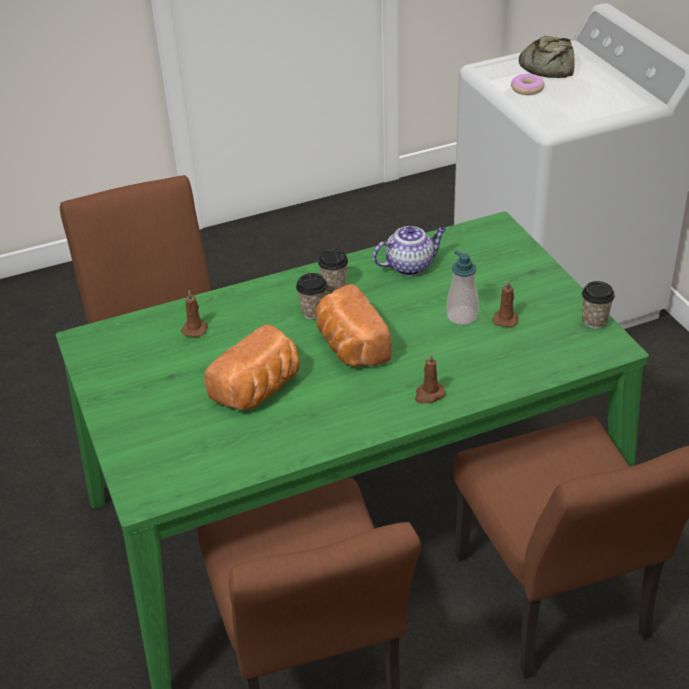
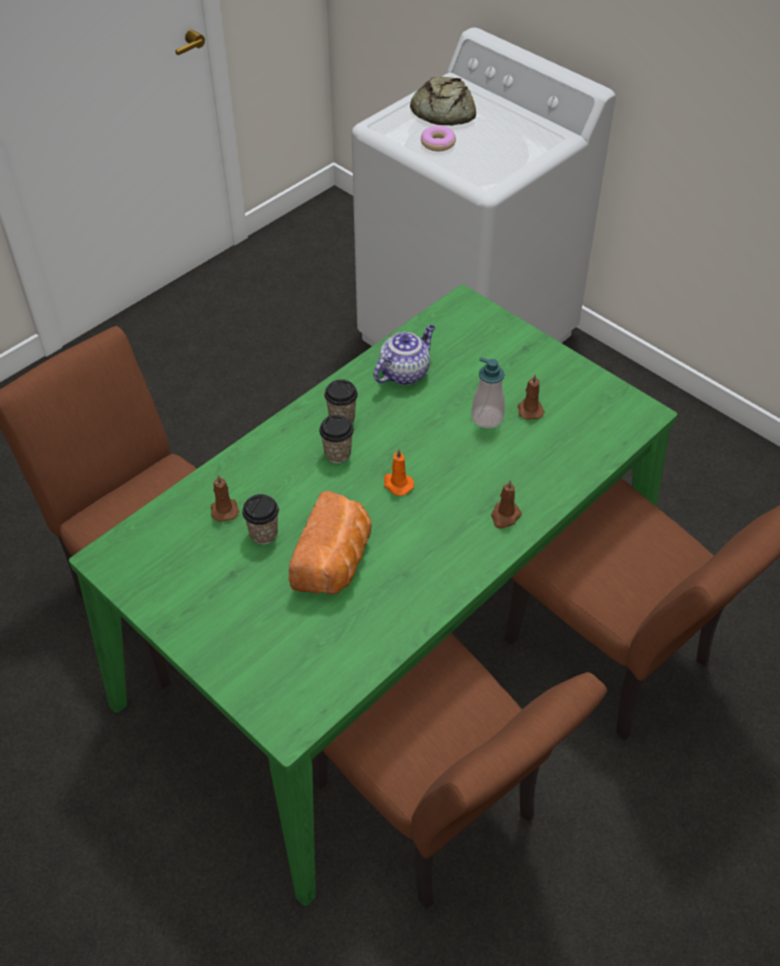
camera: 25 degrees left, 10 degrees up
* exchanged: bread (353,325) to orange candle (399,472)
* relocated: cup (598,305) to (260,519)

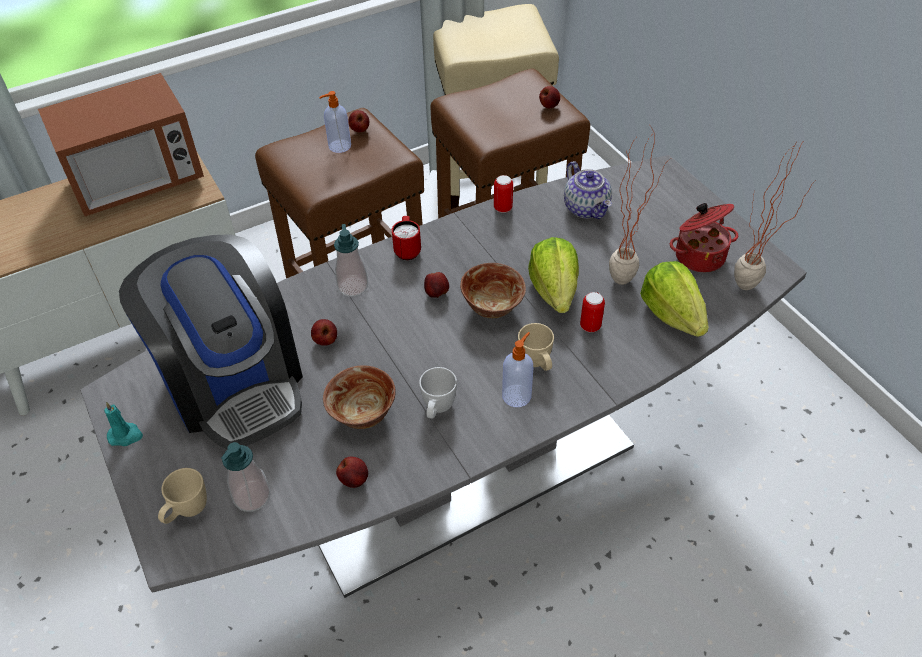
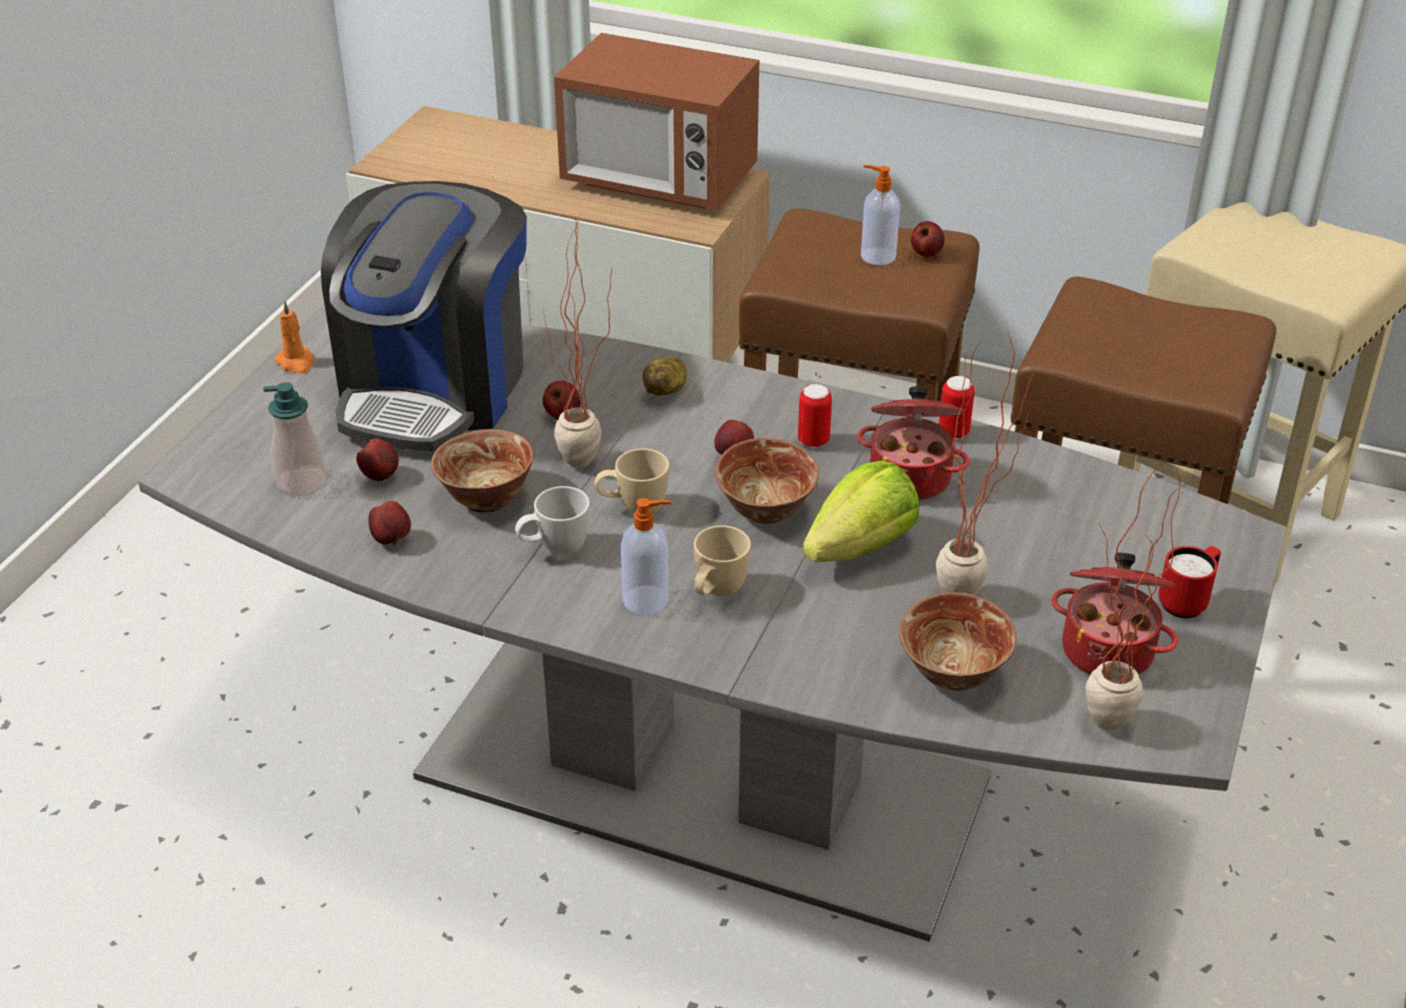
camera: 50 degrees right, 10 degrees down
* colour: turquoise candle (123,424) to orange candle (294,337)
* relocated: beige mug (182,496) to (632,481)
* exchanged: soap dispenser (351,260) to potato (664,376)
* relocated: red mug (406,238) to (1189,582)
* relocated: apple (549,97) to (377,459)
* missing: teapot (588,190)
* relocated: can (592,312) to (815,415)
* exchanged: lettuce (674,299) to bowl (958,641)
* appeared: potted plant (577,341)
* appeared: cooking pot (913,443)

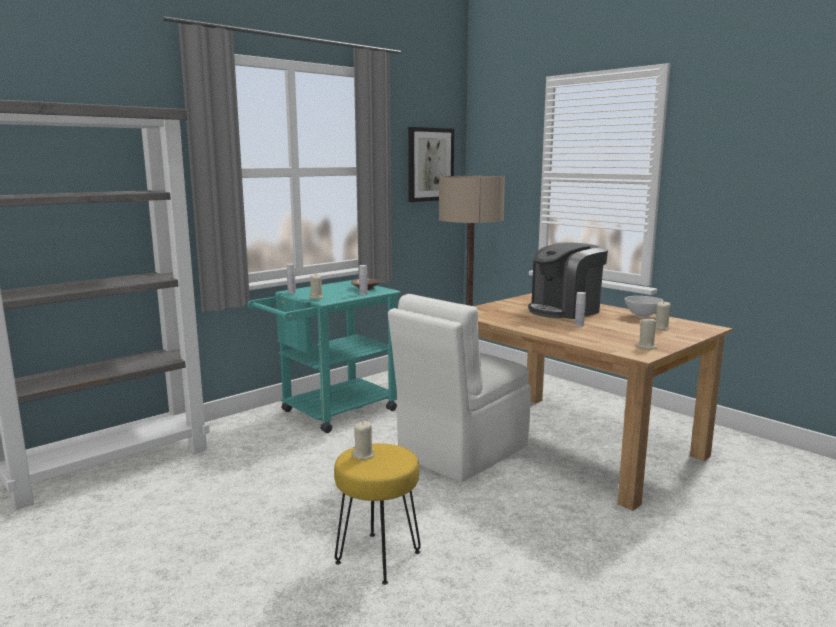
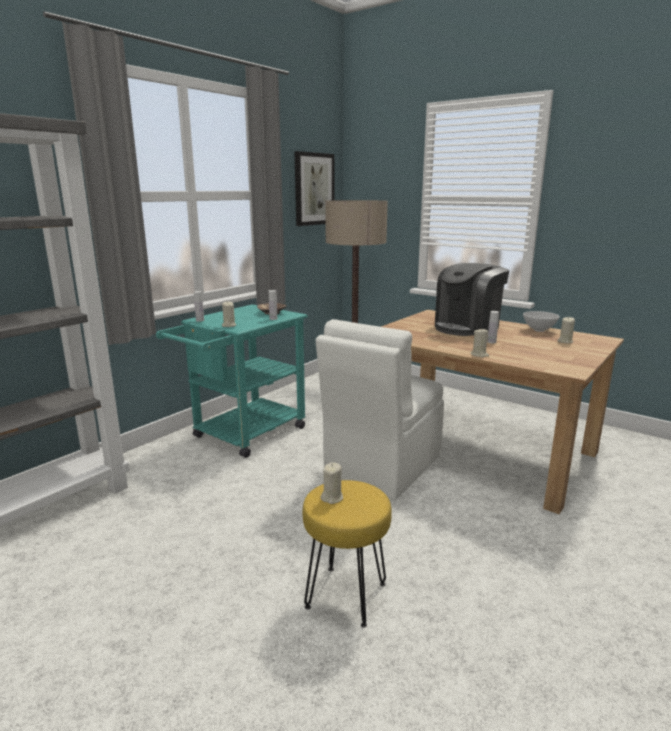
camera: 10 degrees left, 5 degrees up
* relocated: beige candle (647,334) to (480,342)

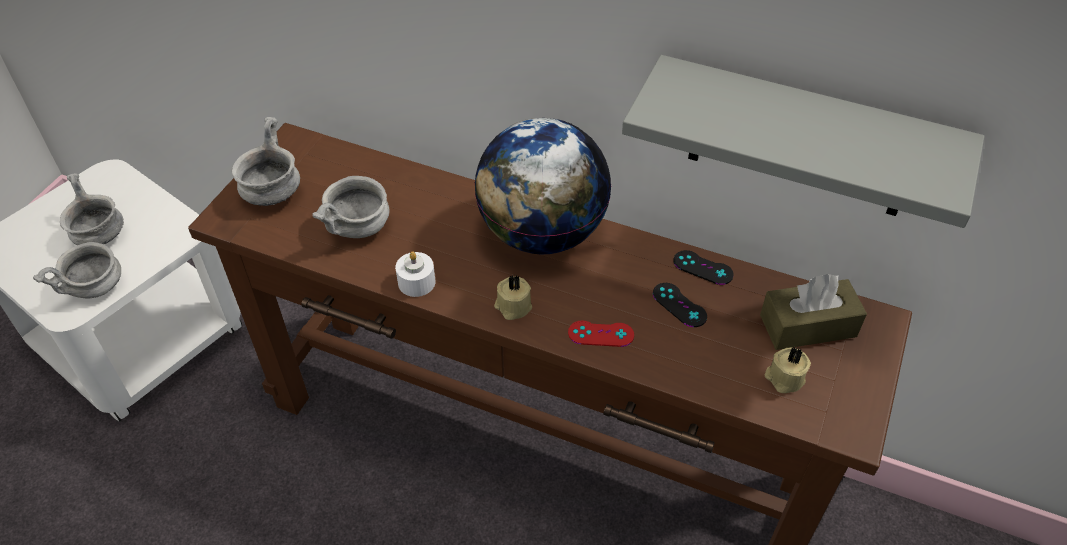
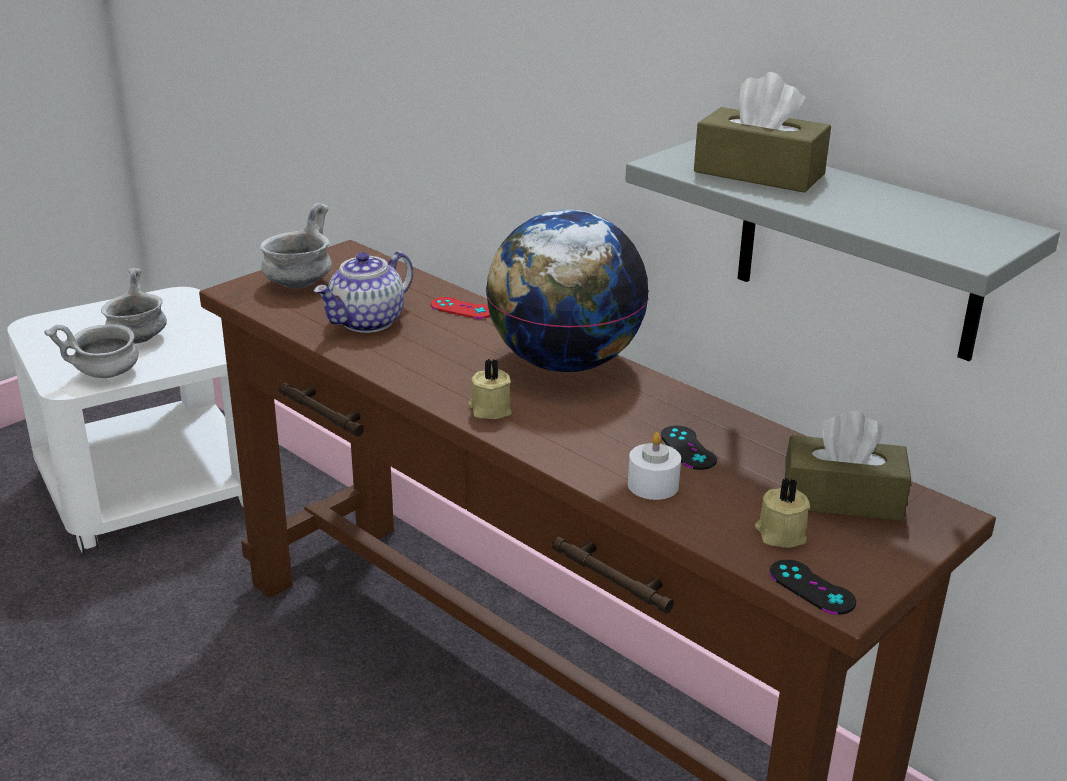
camera: 20 degrees right, 20 degrees down
* exchanged: grey bowl (351,207) to teapot (363,292)
* relocated: white candle (415,274) to (654,466)
* relocated: red game controller (601,334) to (461,308)
* relocated: black game controller (703,267) to (812,587)
* appeared: brown tissue box (762,132)

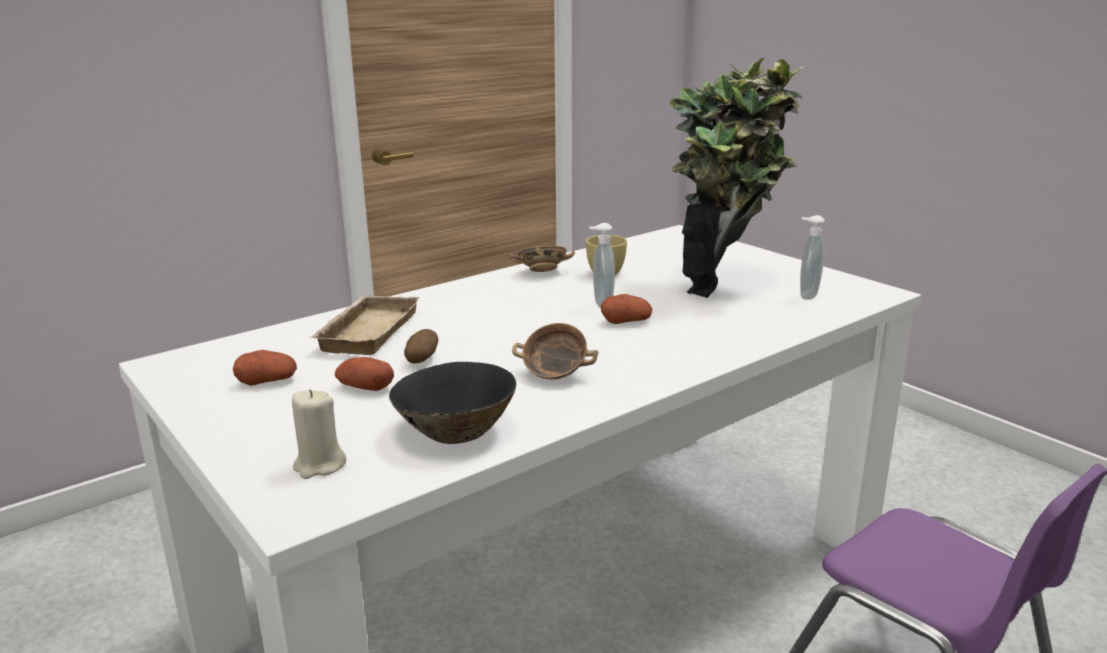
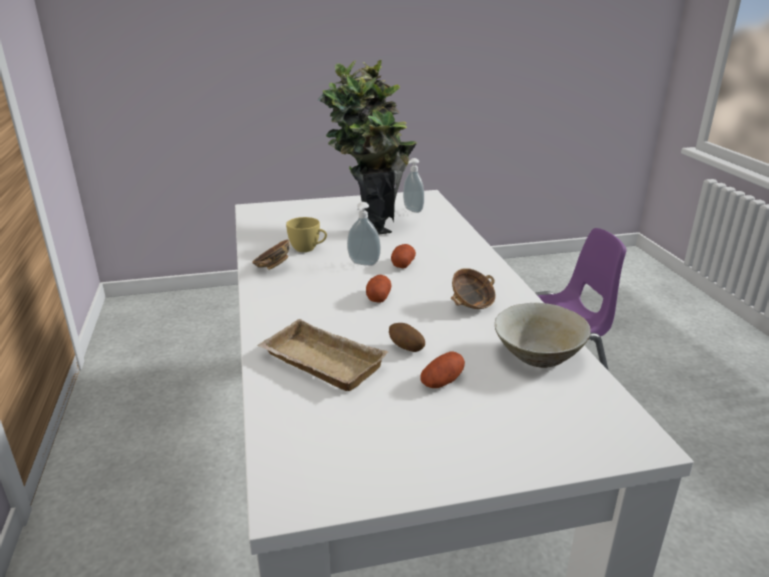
camera: 65 degrees left, 5 degrees up
* relocated: potato (265,368) to (379,289)
* missing: beige candle (319,434)
* colour: black bowl (452,403) to beige bowl (543,335)

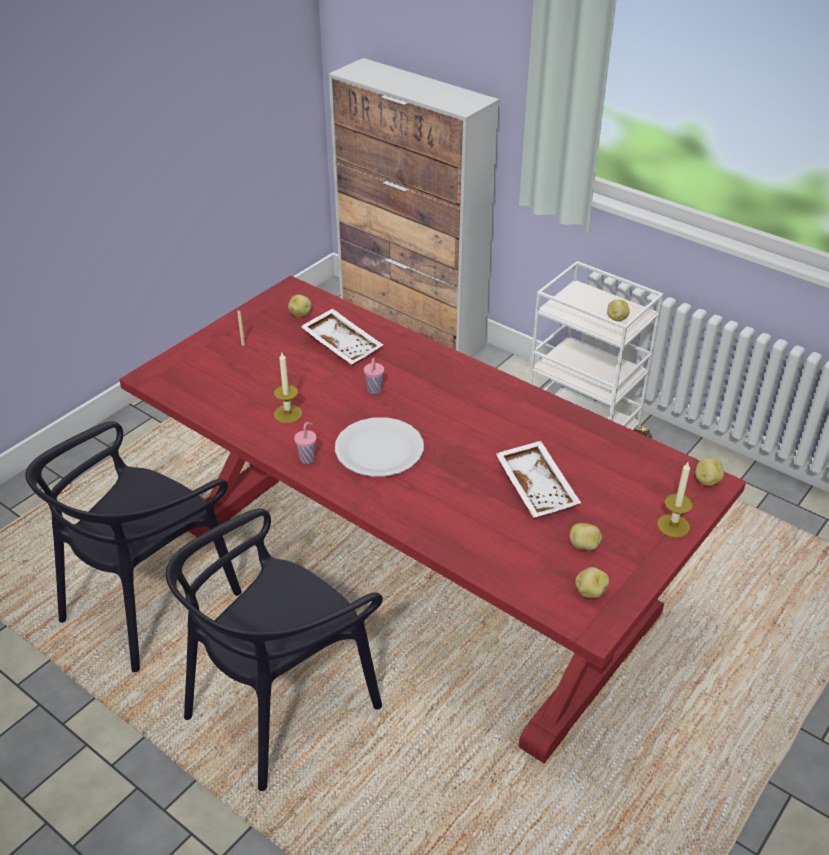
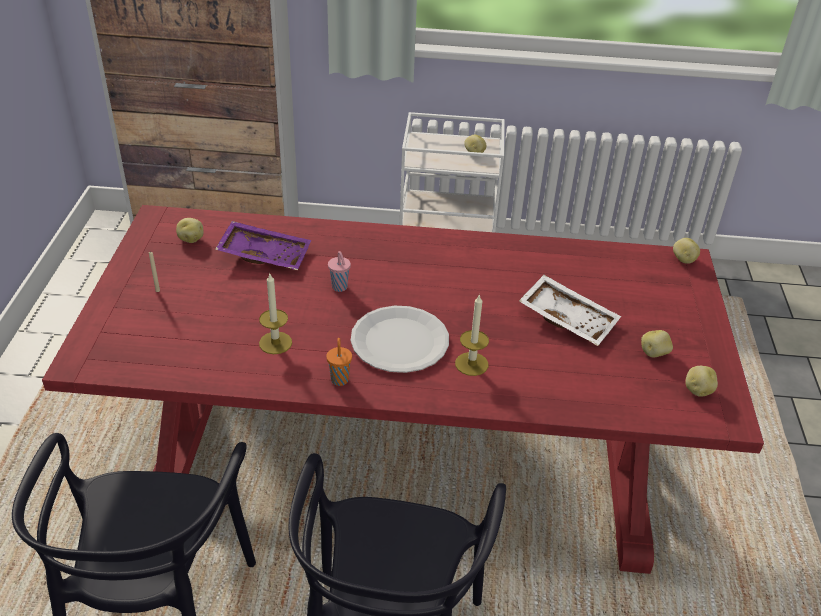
camera: 35 degrees left, 0 degrees up
* colour: pink cup (305,443) to orange cup (339,362)
* colour: white tray (341,336) to purple tray (263,245)
* relocated: candle (675,500) to (472,335)

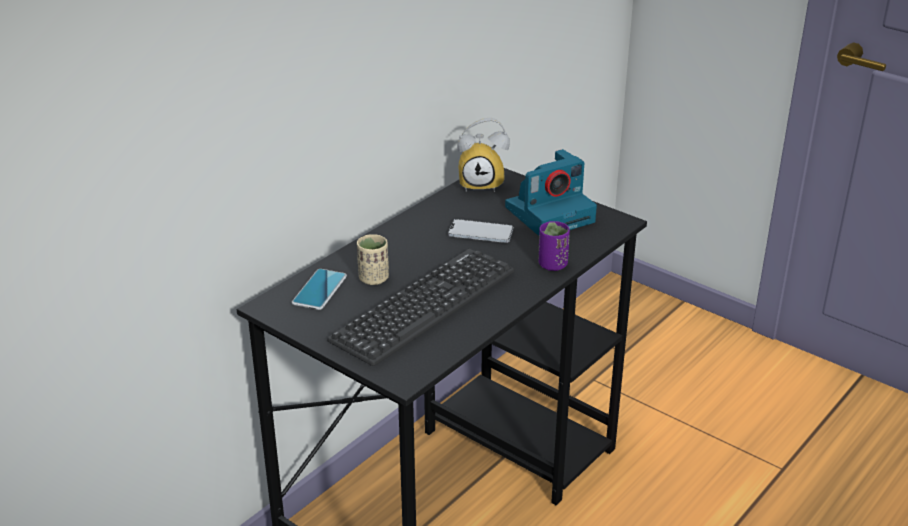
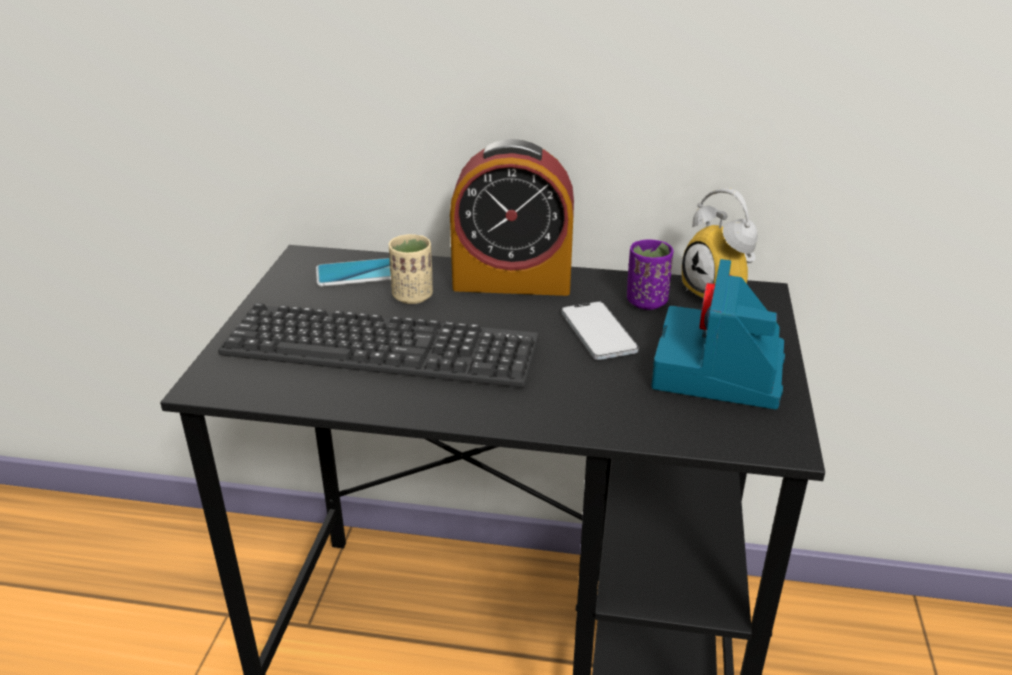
camera: 60 degrees right, 0 degrees up
* spun: photo camera (551,192) = (718,334) 75 degrees clockwise
* relocated: purple cup (554,246) to (650,274)
* appeared: alarm clock (512,217)

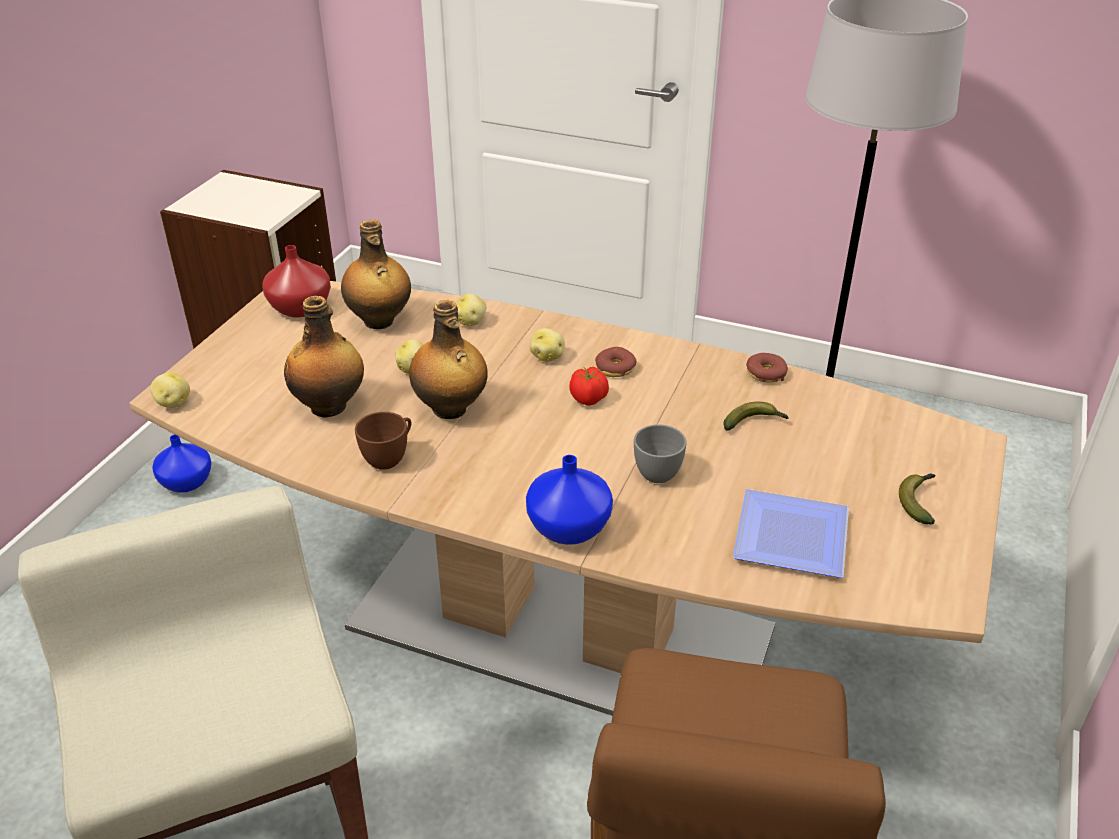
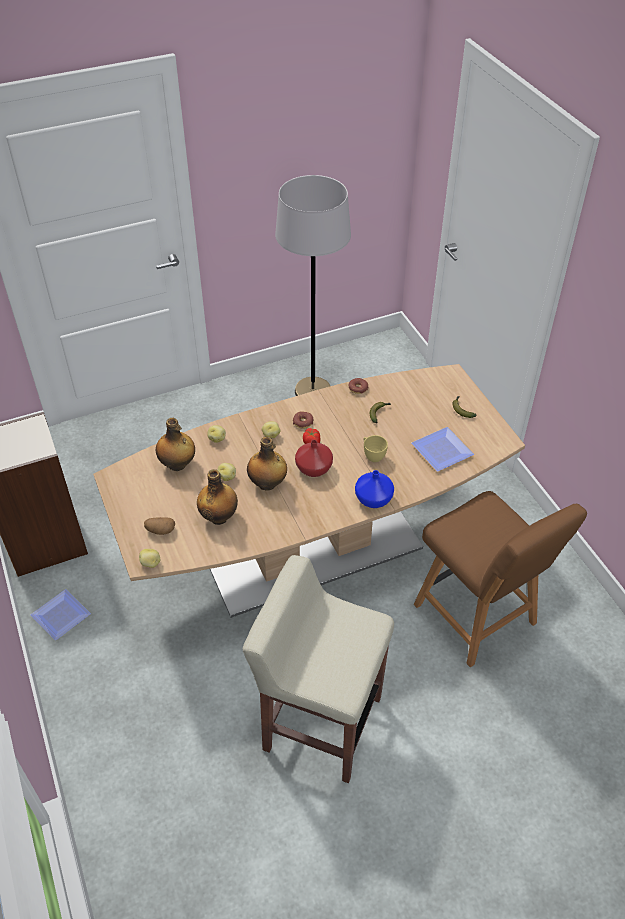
camera: 45 degrees left, 10 degrees up
* exchanged: blue vase (182,464) to plate (61,614)
* relocated: red vase (296,281) to (314,458)
* missing: brown cup (383,441)
* colour: grey cup (660,453) to yellow cup (375,448)
* appeared: potato (159,526)

